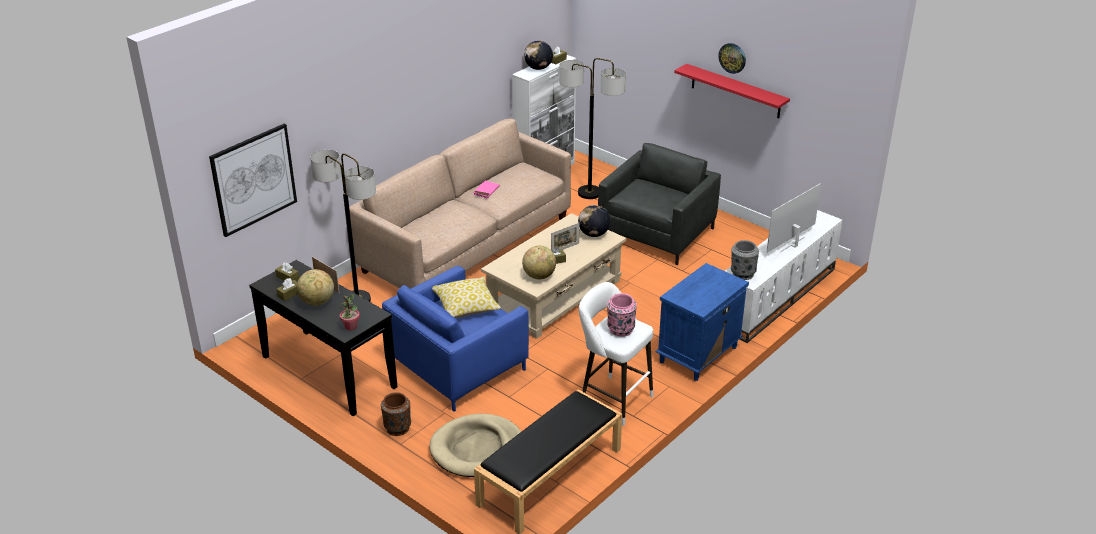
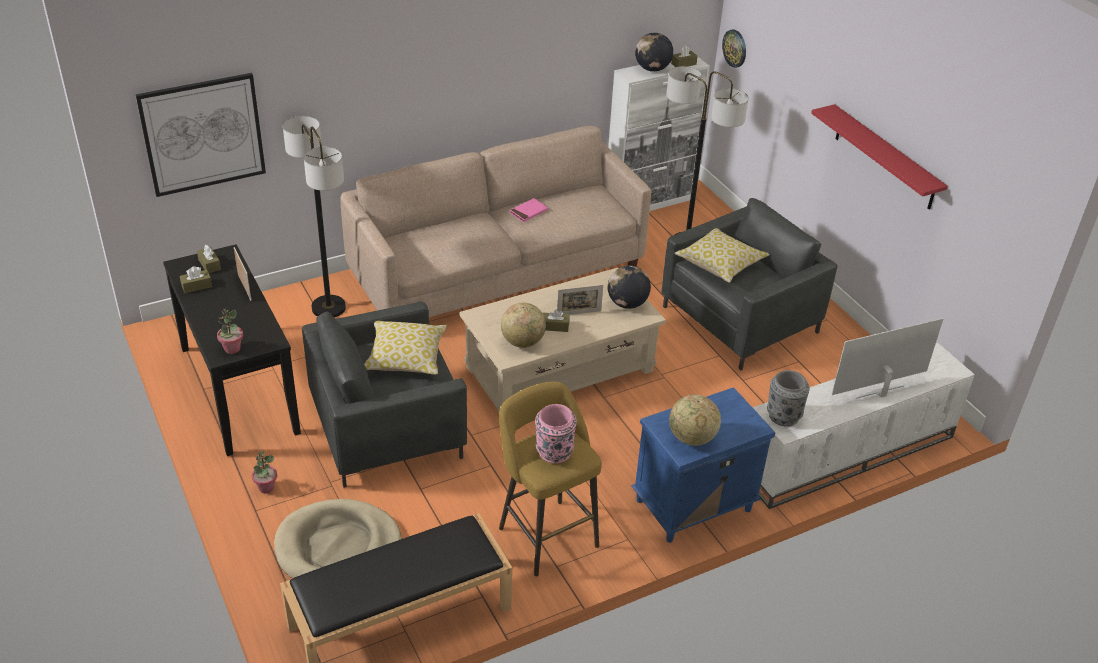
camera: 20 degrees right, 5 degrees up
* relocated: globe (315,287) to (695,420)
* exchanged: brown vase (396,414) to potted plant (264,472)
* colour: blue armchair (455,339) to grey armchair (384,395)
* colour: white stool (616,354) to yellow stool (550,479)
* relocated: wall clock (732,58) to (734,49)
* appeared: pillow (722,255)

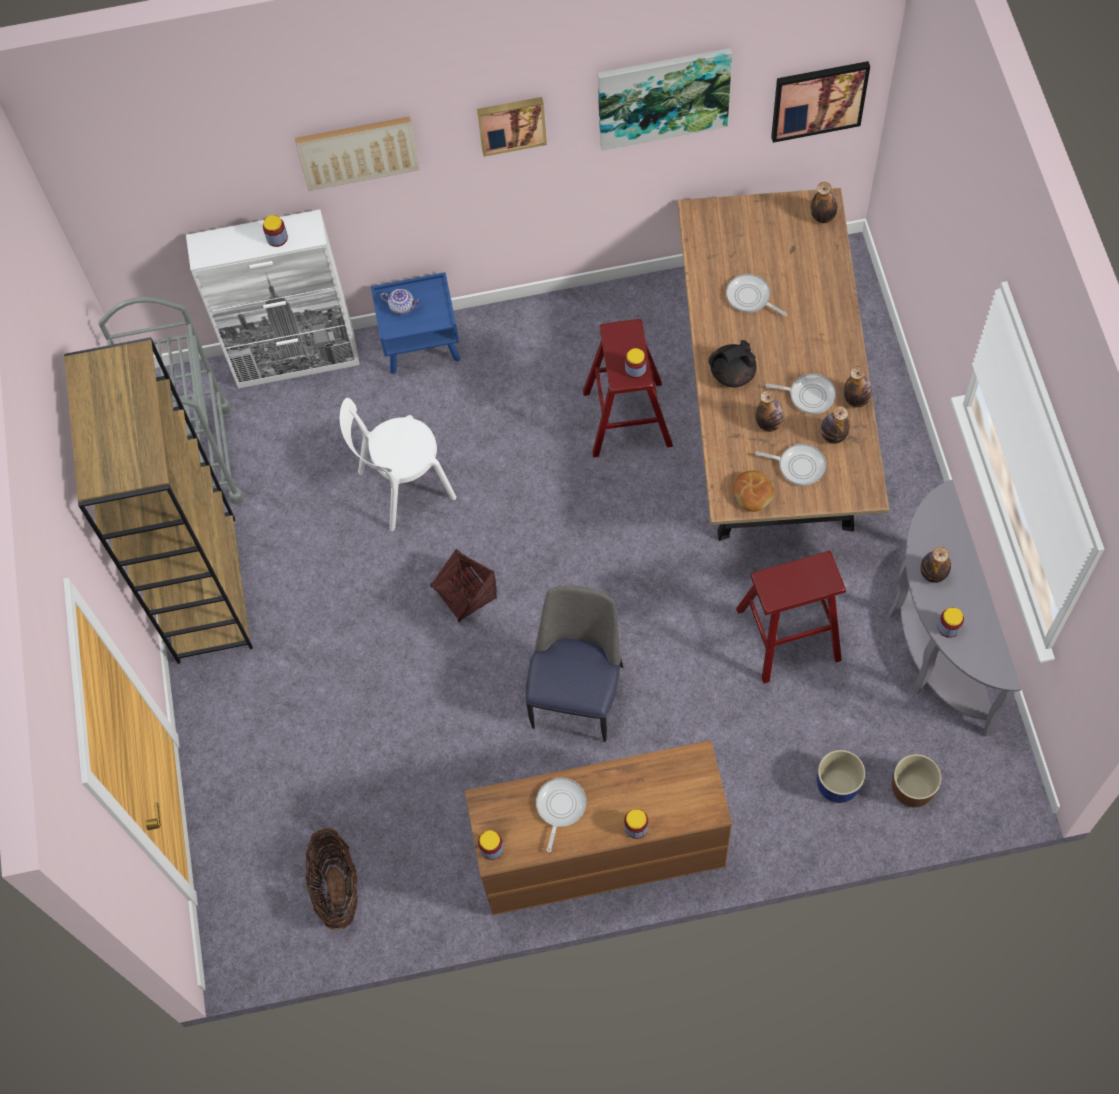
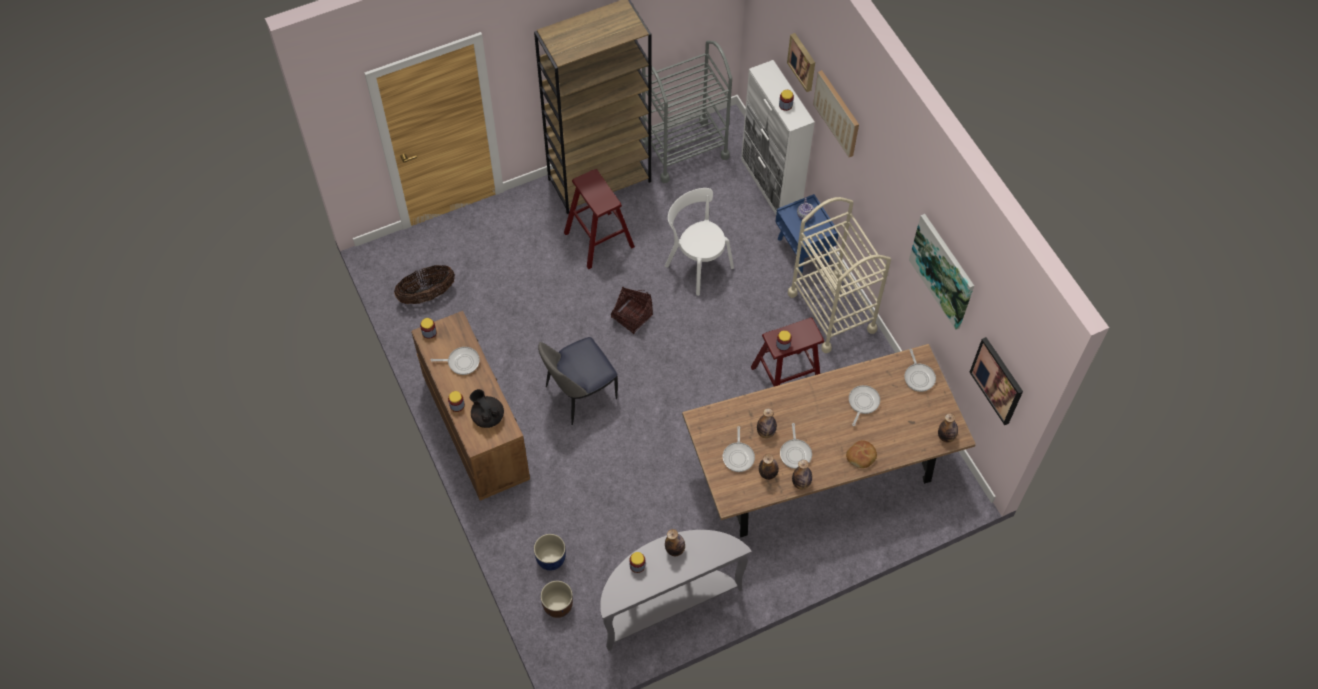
camera: 70 degrees right, 5 degrees down
* relocated: picture (512,127) to (801,62)
* spun: chair (574,664) = (578,381) 150 degrees clockwise
* relocated: black teapot (732,363) to (487,408)
* relocated: bread (753,491) to (861,454)
* relocated: red stool (791,617) to (599,219)
* appeared: beige cart (839,275)
* appeared: frying pan (920,370)

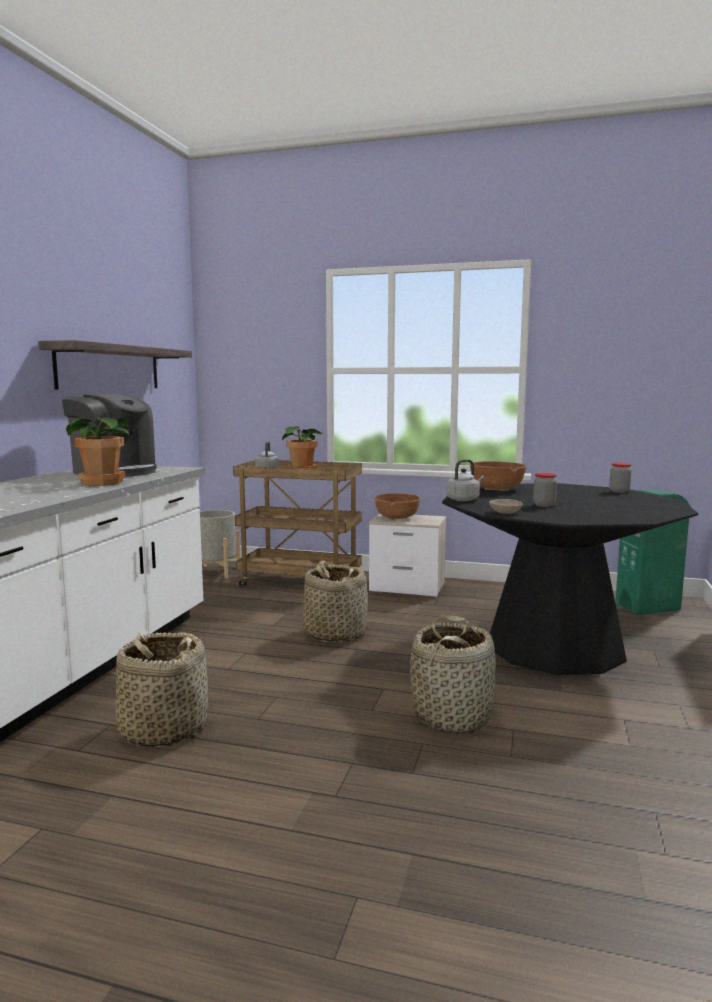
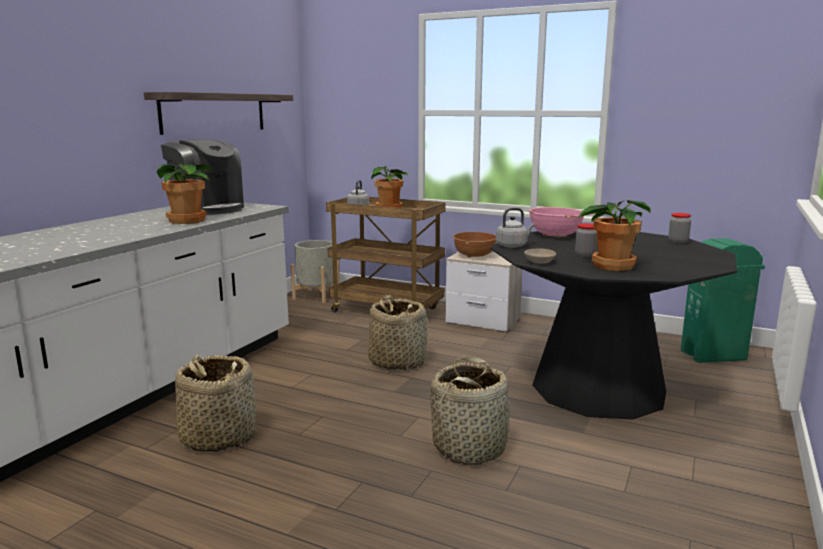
camera: 10 degrees right, 5 degrees up
* colour: brown bowl (498,476) to pink bowl (556,222)
* appeared: potted plant (614,235)

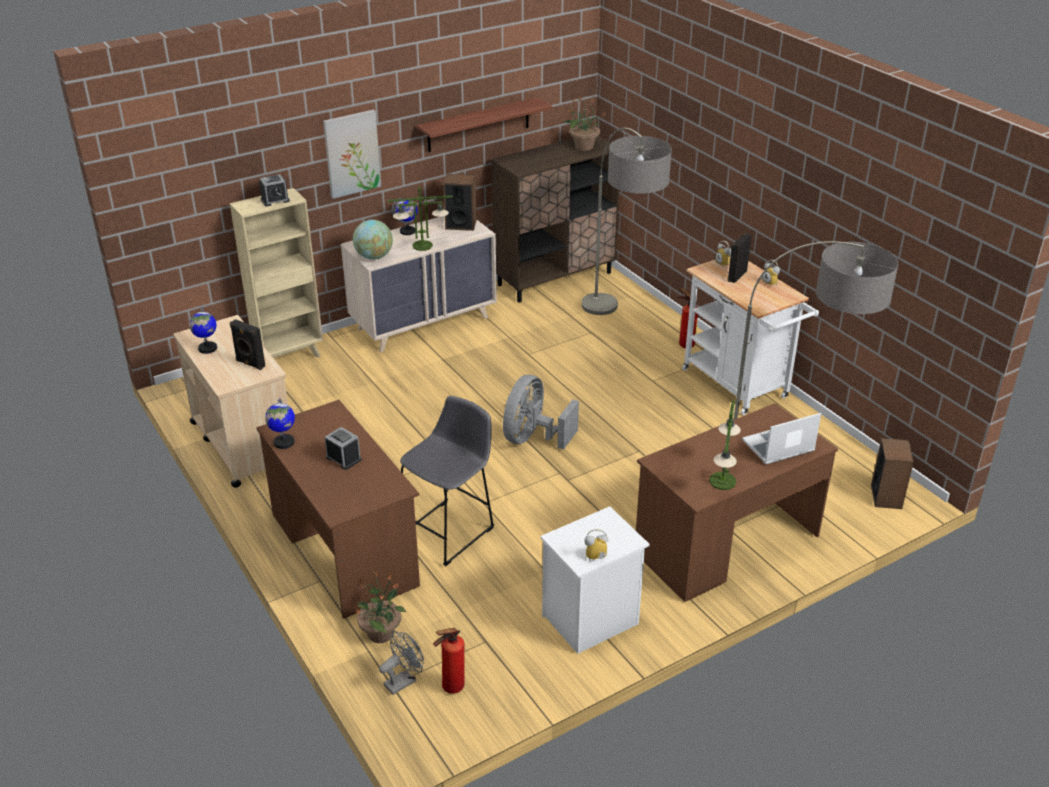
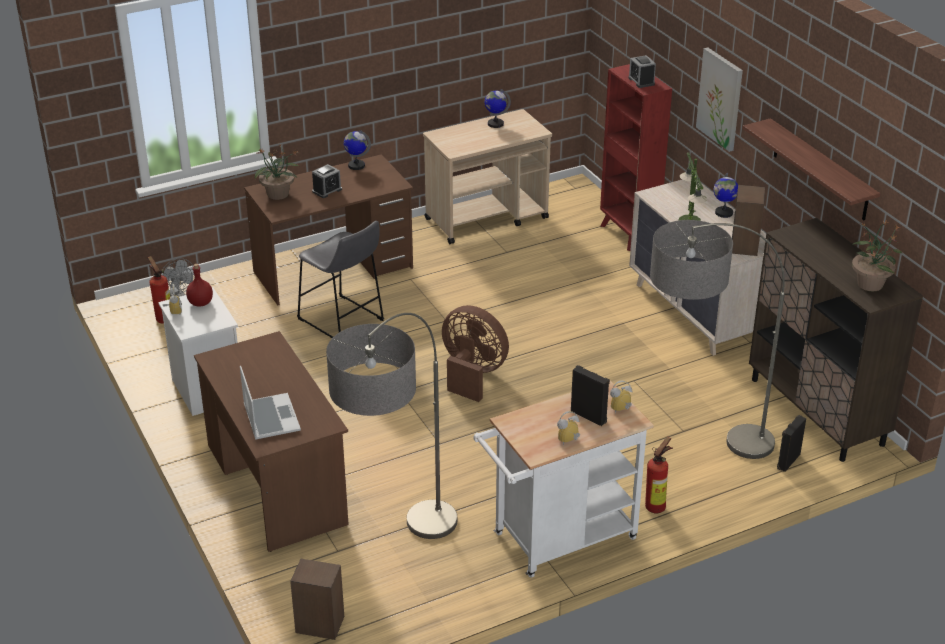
camera: 95 degrees right, 0 degrees up
* colour: beige bookcase (276,273) to red bookcase (636,157)
* relocated: black speaker (247,344) to (791,443)
* missing: globe (373,240)
* relocated: potted plant (381,607) to (277,172)
* colour: grey fan (541,412) to brown fan (475,353)
* missing: table lamp (725,445)
* appeared: red bottle (199,285)

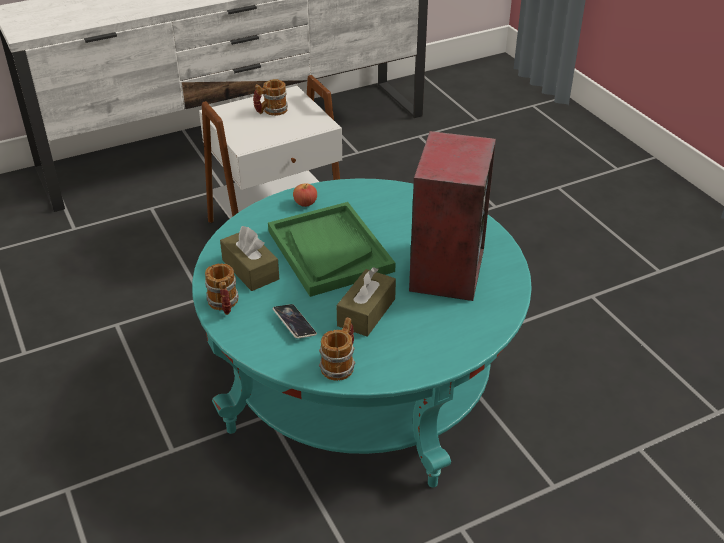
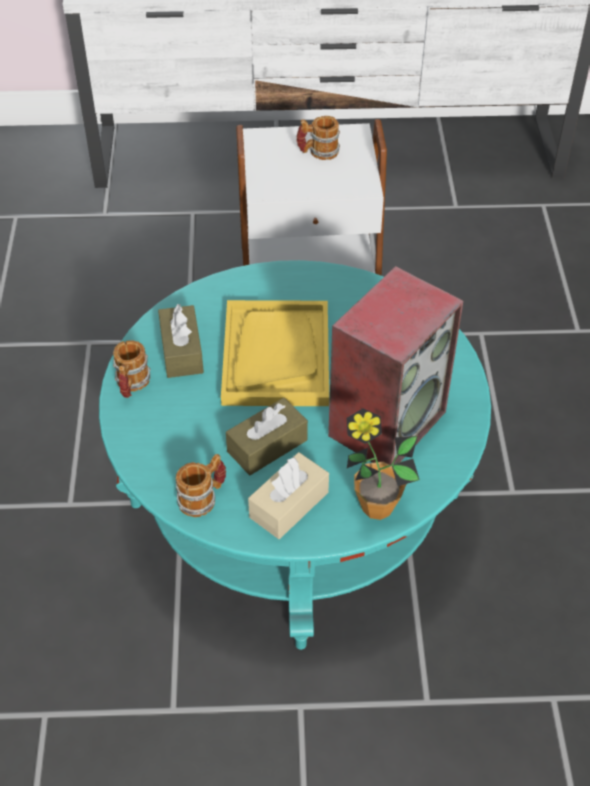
camera: 25 degrees right, 10 degrees up
* colour: green tray (332,249) to yellow tray (275,353)
* missing: phone (295,321)
* missing: apple (305,195)
* appeared: beige tissue box (288,495)
* appeared: potted plant (383,464)

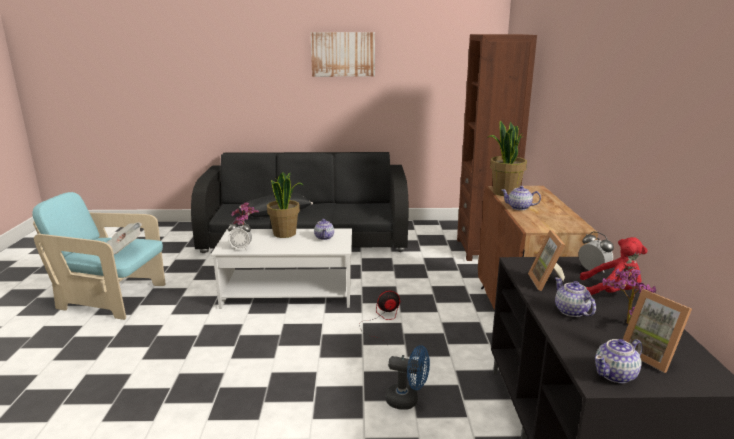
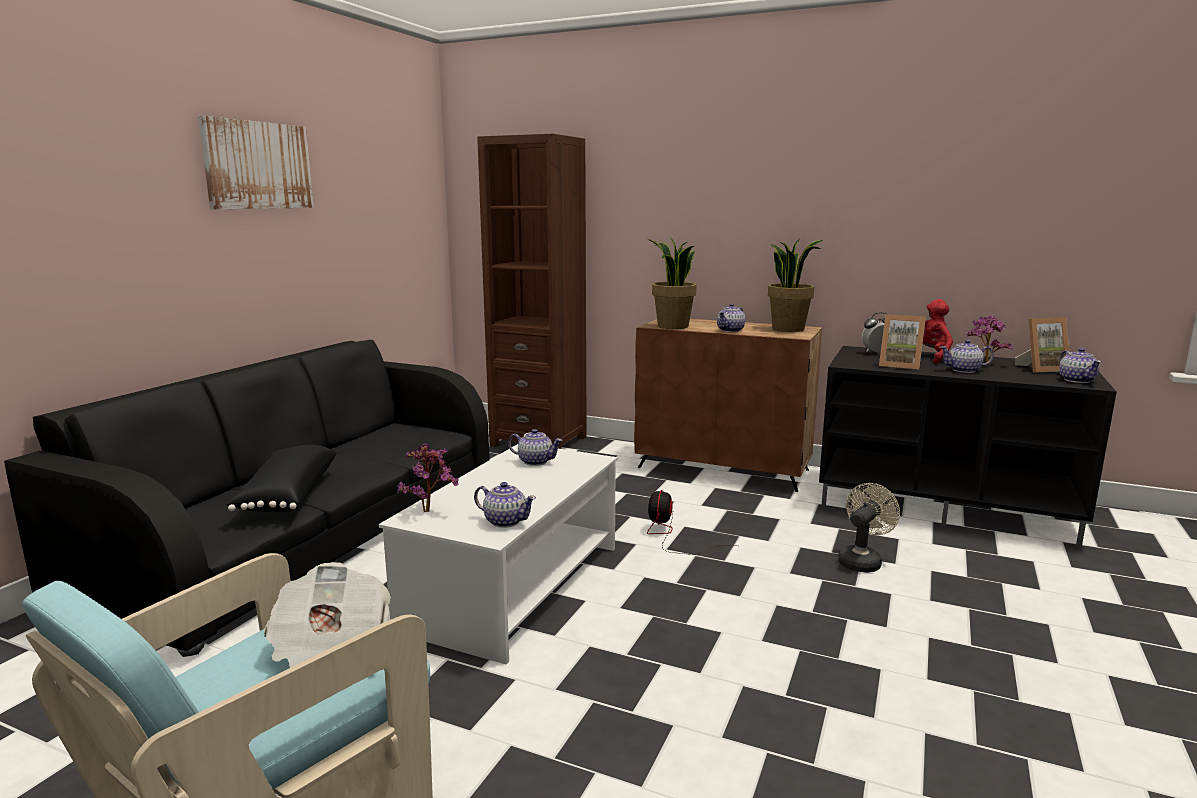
camera: 65 degrees left, 5 degrees down
* exchanged: alarm clock (240,235) to teapot (505,505)
* relocated: potted plant (285,205) to (795,285)
* colour: blue fan (408,377) to beige fan (869,528)

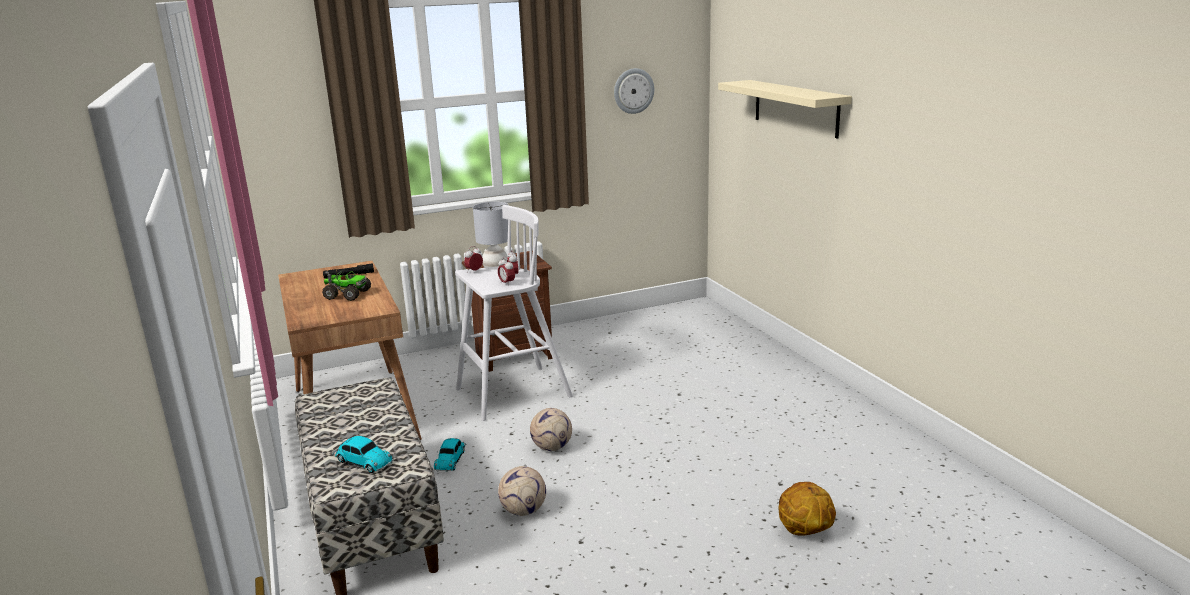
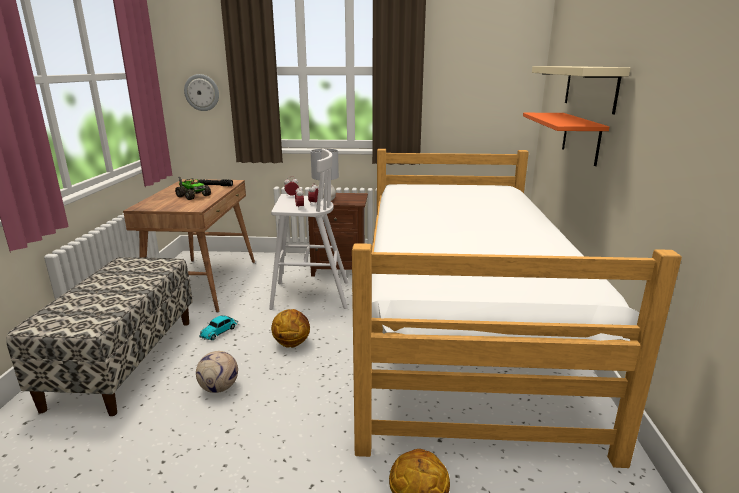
camera: 25 degrees right, 0 degrees up
* missing: toy car (363,454)
* exchanged: football (551,429) to basketball (290,328)
* relocated: wall clock (634,91) to (201,92)
* appeared: bed (517,308)
* appeared: orange shelf (566,139)

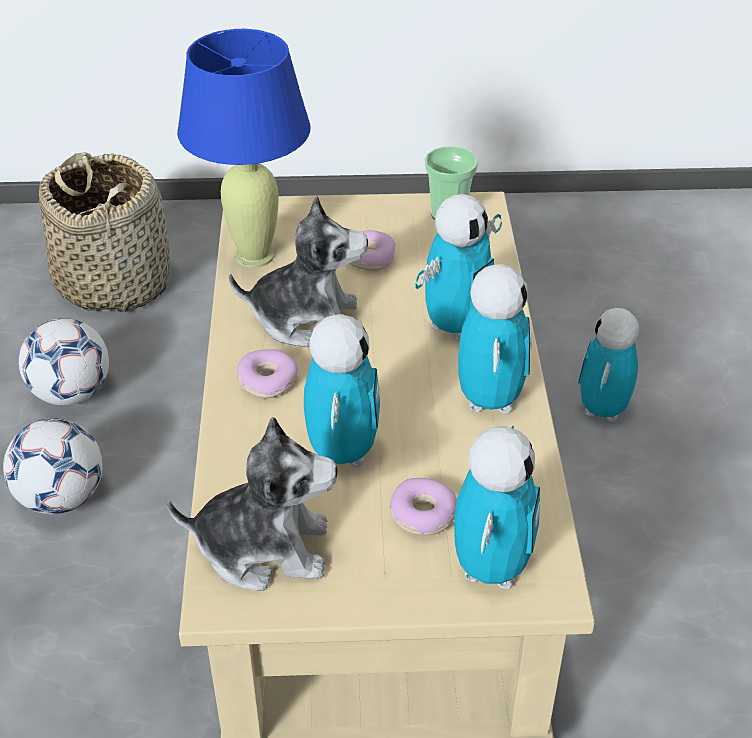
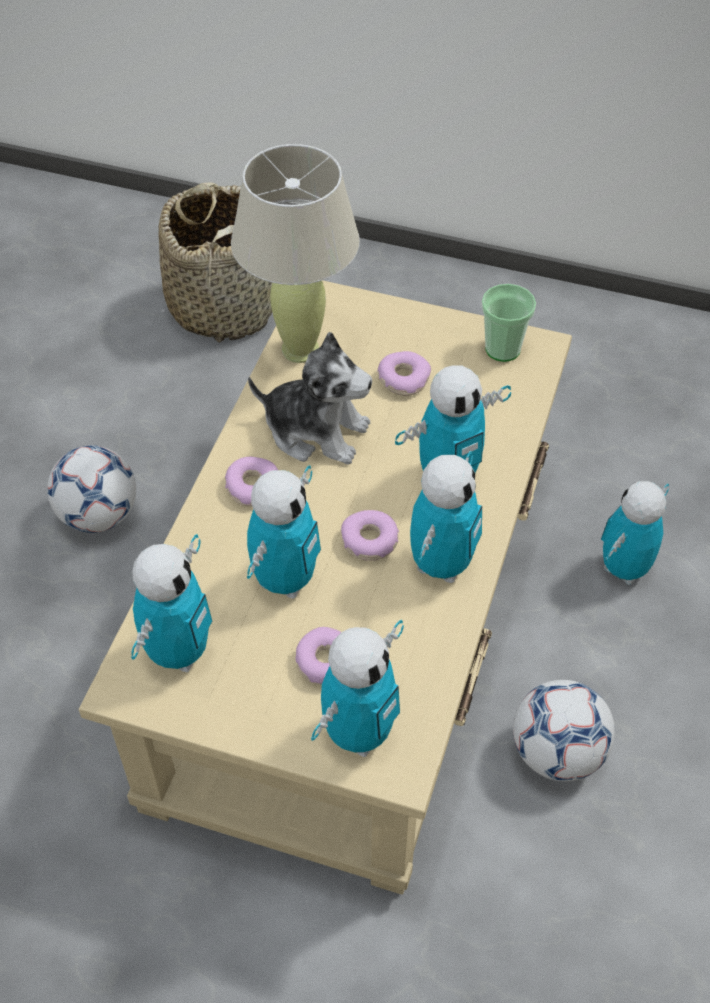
camera: 20 degrees right, 10 degrees up
* relocated: football (64,362) to (564,730)
* exchanged: plush toy (252,504) to toy robot (171,603)
* colour: blue table lamp (244,148) to beige table lamp (295,253)
* appeared: donut (370,535)

